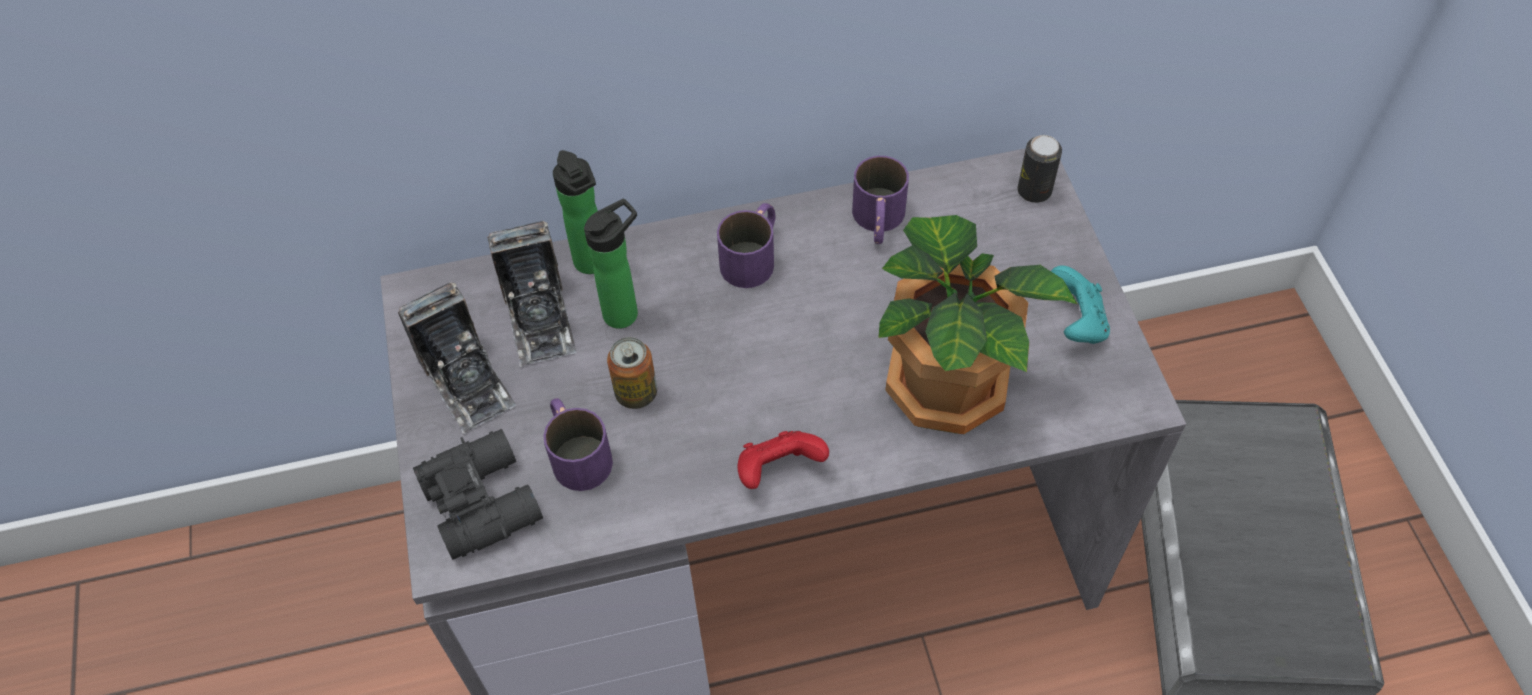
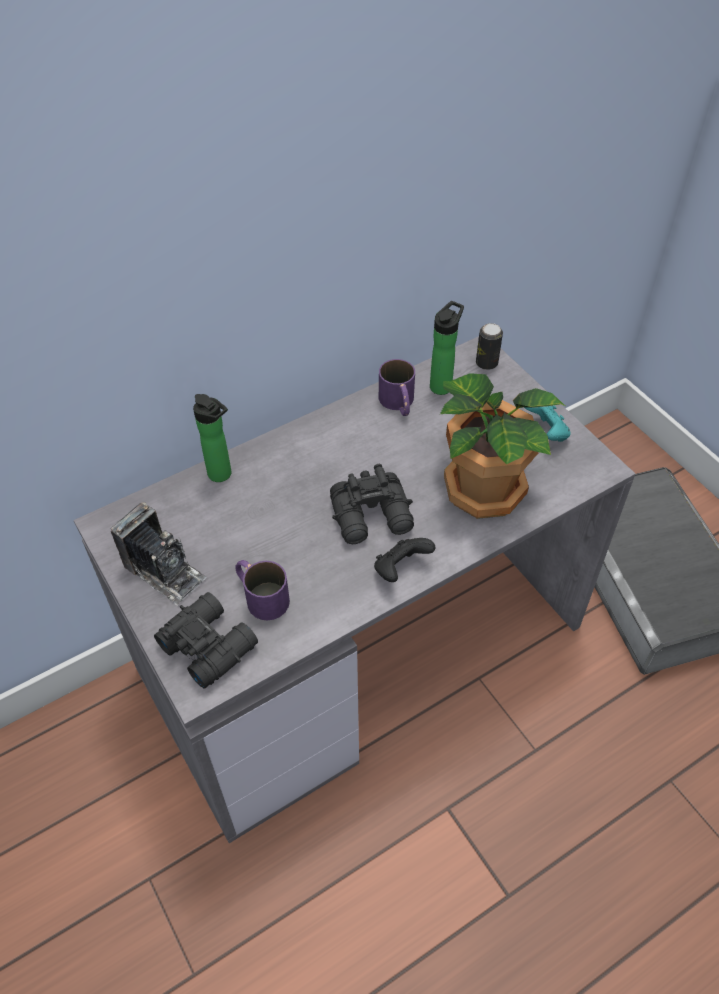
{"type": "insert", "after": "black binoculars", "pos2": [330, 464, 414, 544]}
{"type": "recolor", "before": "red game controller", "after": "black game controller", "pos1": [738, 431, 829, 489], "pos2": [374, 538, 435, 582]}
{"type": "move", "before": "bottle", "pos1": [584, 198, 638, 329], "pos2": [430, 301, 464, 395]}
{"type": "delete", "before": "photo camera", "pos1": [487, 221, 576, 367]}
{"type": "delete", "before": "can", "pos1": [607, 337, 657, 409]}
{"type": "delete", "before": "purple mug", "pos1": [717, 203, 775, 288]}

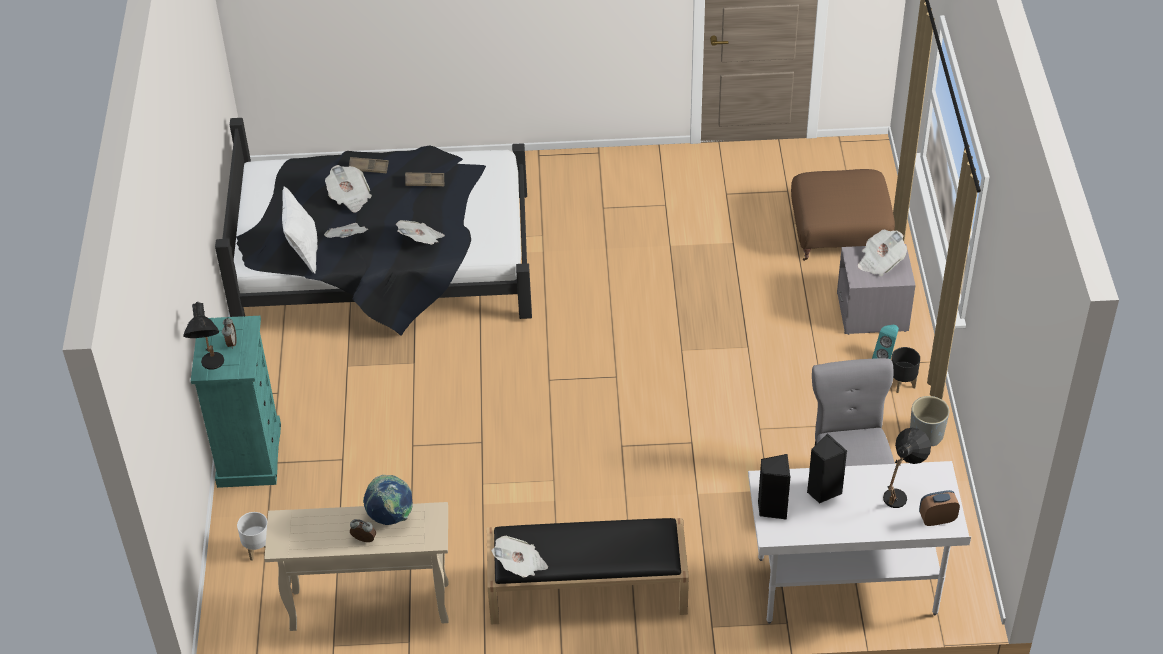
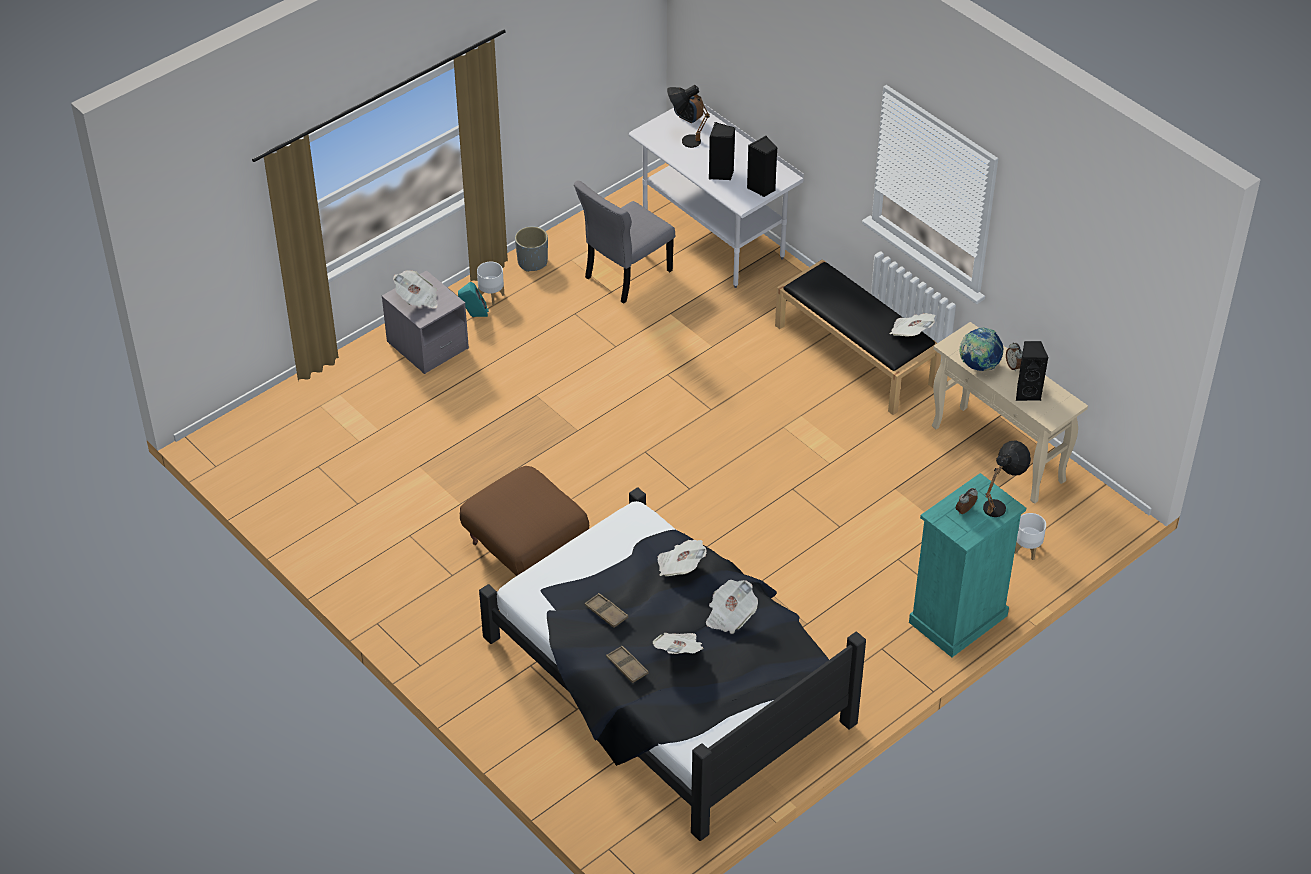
{"type": "move", "before": "brown ottoman", "pos1": [791, 169, 895, 261], "pos2": [460, 466, 589, 576]}
{"type": "recolor", "before": "black planter", "after": "white planter", "pos1": [891, 347, 920, 393], "pos2": [477, 262, 504, 305]}
{"type": "insert", "after": "black speaker", "pos2": [1016, 341, 1048, 401]}
{"type": "delete", "before": "white pillow", "pos1": [282, 186, 318, 273]}

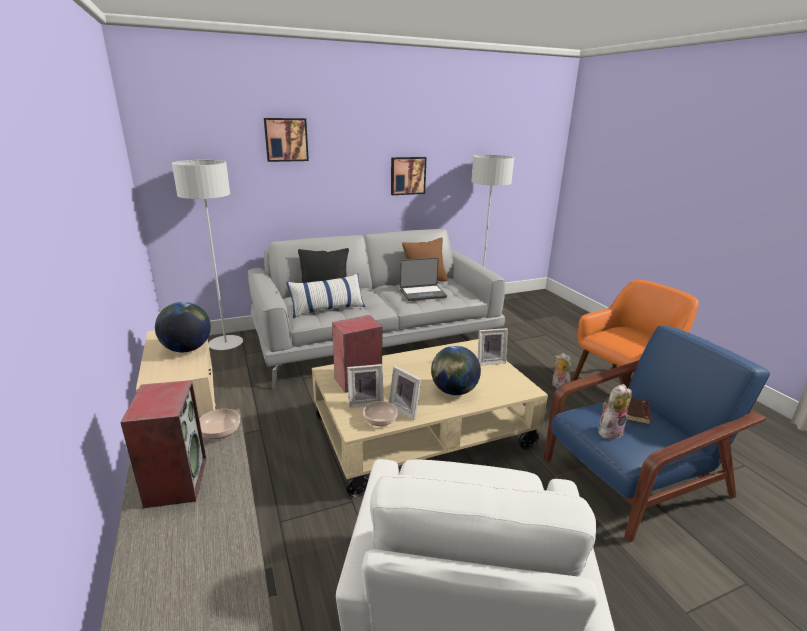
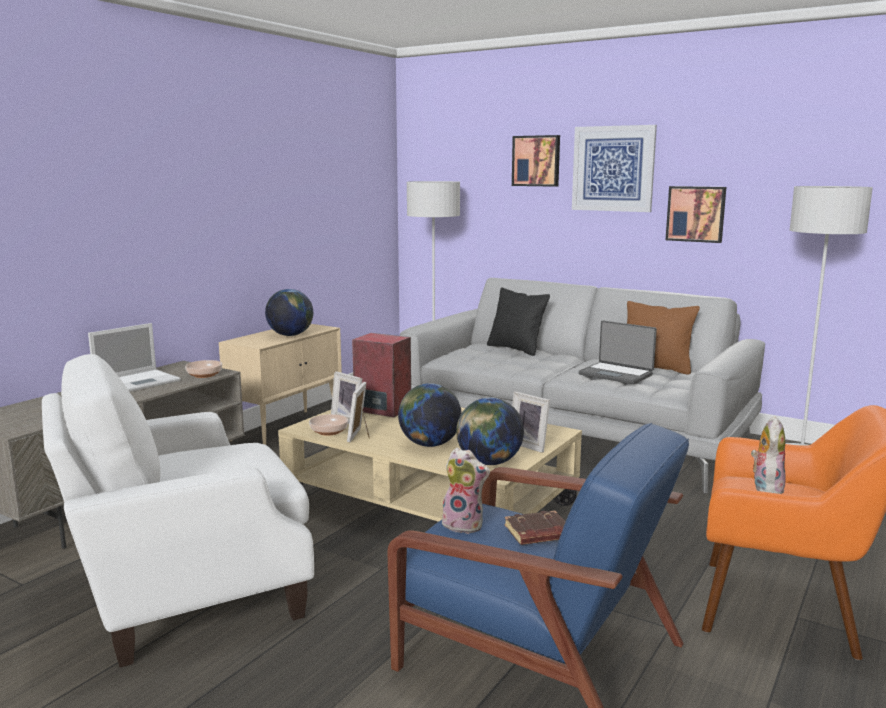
{"type": "replace", "before": "speaker", "after": "laptop", "pos1": [120, 380, 207, 508], "pos2": [88, 323, 181, 392]}
{"type": "insert", "after": "globe", "pos2": [456, 398, 524, 465]}
{"type": "insert", "after": "picture", "pos2": [572, 125, 657, 212]}
{"type": "move", "before": "plush toy", "pos1": [552, 353, 572, 388], "pos2": [751, 416, 786, 494]}
{"type": "delete", "before": "pillow", "pos1": [286, 273, 365, 318]}

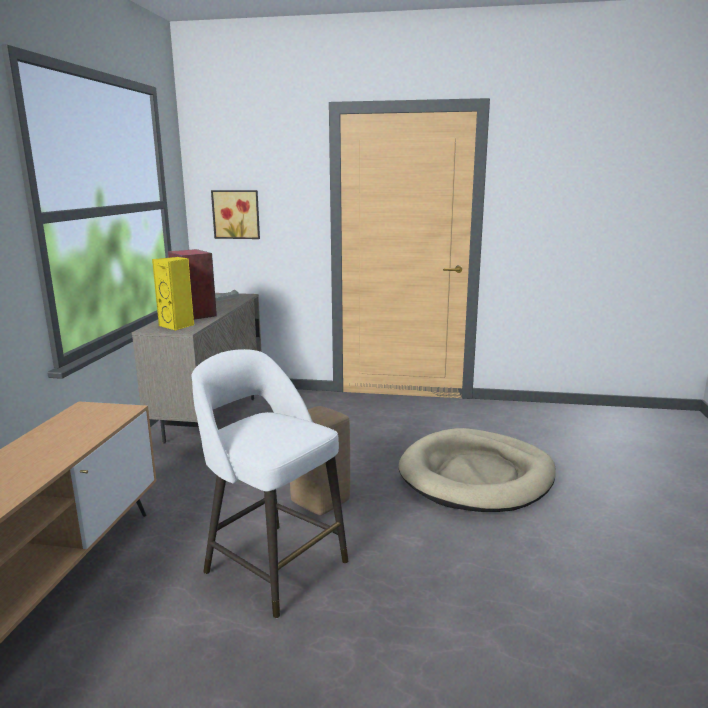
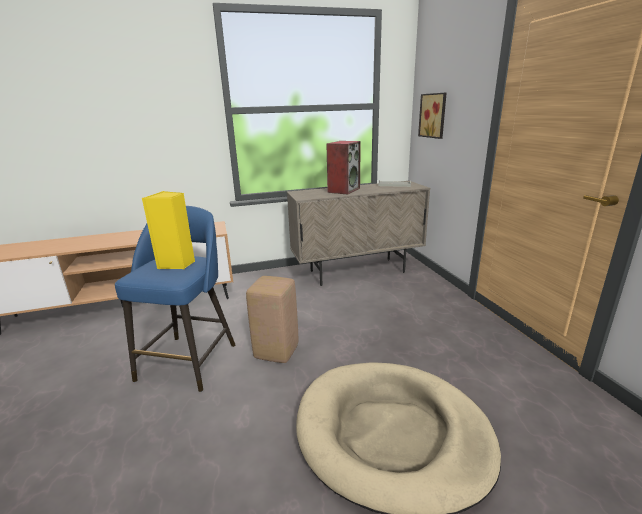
{"type": "recolor", "before": "white stool", "after": "blue stool", "pos1": [192, 349, 348, 618], "pos2": [115, 206, 235, 392]}
{"type": "move", "before": "yellow speaker", "pos1": [152, 257, 194, 331], "pos2": [142, 191, 195, 269]}

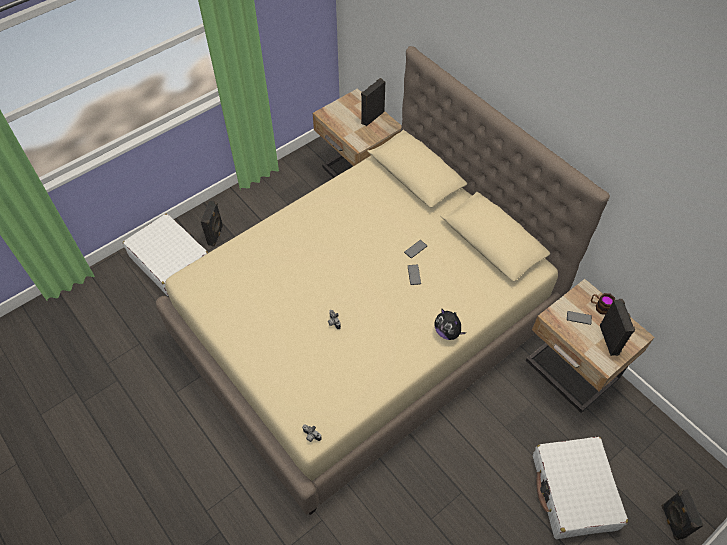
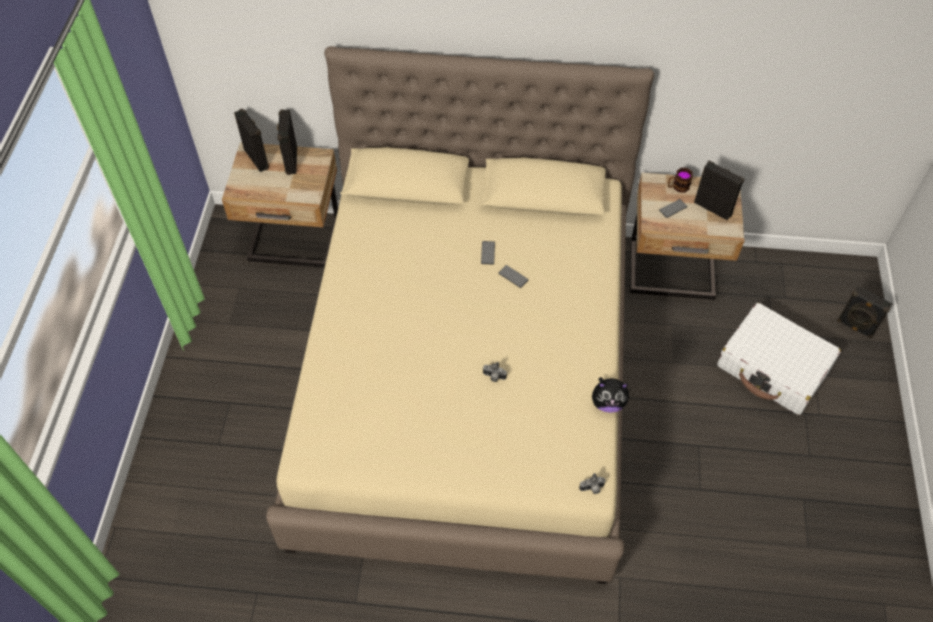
{"type": "move", "before": "black speaker", "pos1": [201, 200, 223, 247], "pos2": [234, 109, 269, 172]}
{"type": "move", "before": "plush toy", "pos1": [434, 308, 466, 340], "pos2": [592, 377, 630, 413]}
{"type": "delete", "before": "white suitcase", "pos1": [123, 214, 208, 296]}

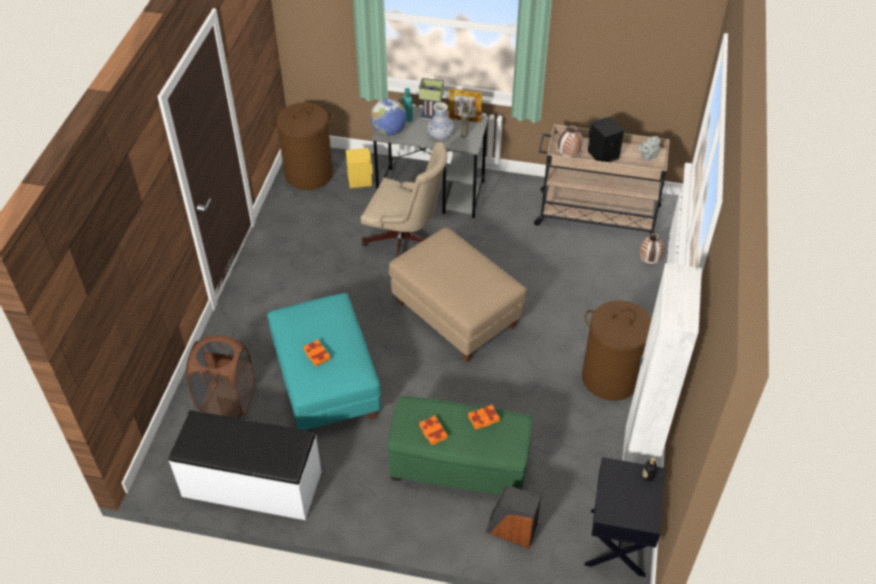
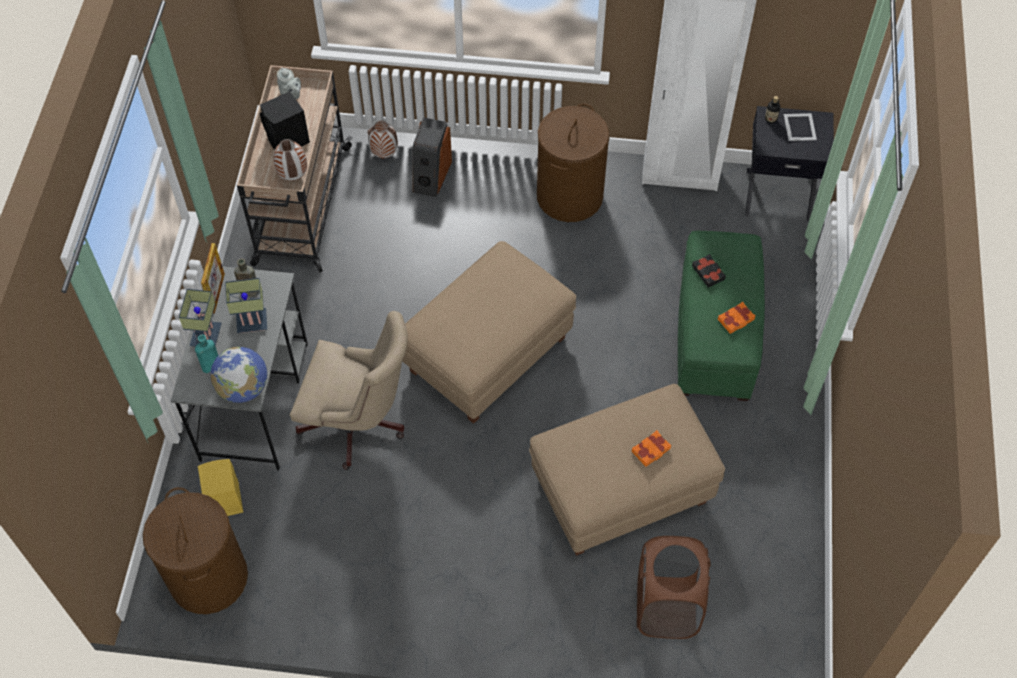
{"type": "replace", "before": "vase", "after": "table lamp", "pos1": [427, 102, 454, 140], "pos2": [225, 278, 267, 333]}
{"type": "rotate", "before": "beige office chair", "pos1": [361, 142, 447, 258], "pos2": [290, 311, 408, 470], "turn": 90}
{"type": "move", "before": "speaker", "pos1": [486, 486, 541, 549], "pos2": [413, 117, 452, 197]}
{"type": "recolor", "before": "turquoise ottoman", "after": "beige ottoman", "pos1": [267, 293, 381, 432], "pos2": [529, 384, 725, 556]}
{"type": "recolor", "before": "orange book", "after": "black book", "pos1": [468, 405, 500, 430], "pos2": [692, 254, 726, 287]}
{"type": "insert", "after": "picture frame", "pos2": [784, 113, 817, 141]}
{"type": "delete", "before": "white bench", "pos1": [169, 410, 322, 520]}

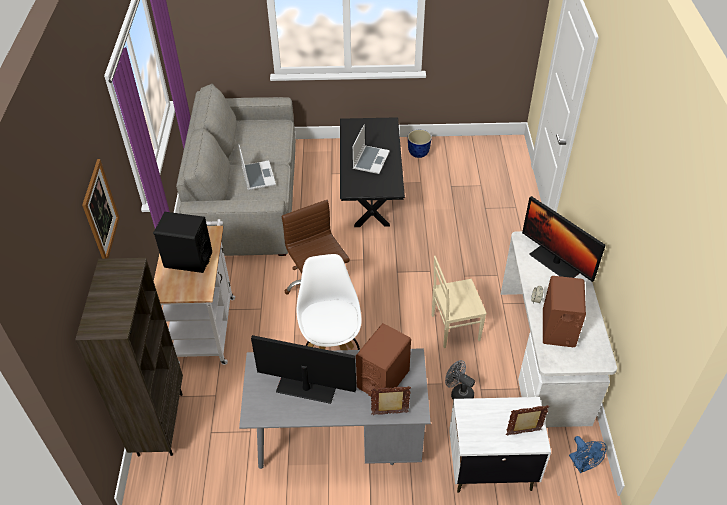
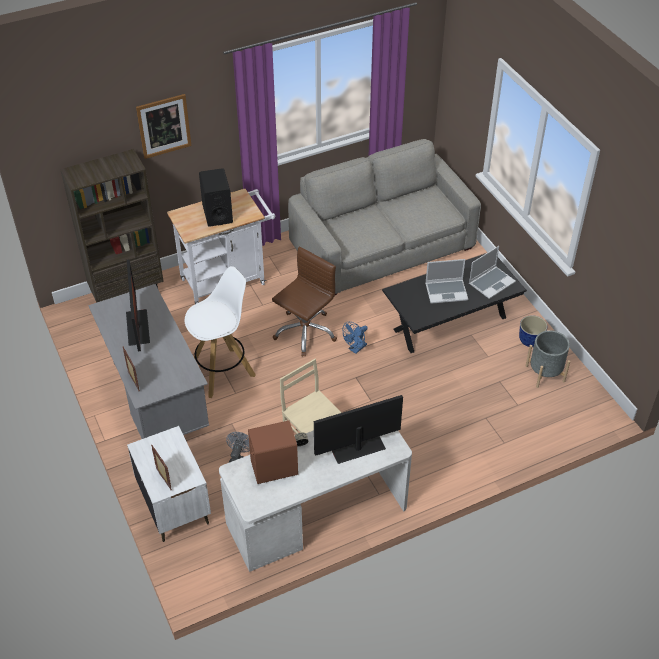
{"type": "rotate", "before": "monitor", "pos1": [522, 196, 606, 282], "pos2": [314, 395, 403, 464], "turn": 45}
{"type": "move", "before": "blue fan", "pos1": [569, 436, 607, 473], "pos2": [343, 322, 368, 354]}
{"type": "move", "before": "laptop", "pos1": [238, 144, 276, 190], "pos2": [469, 246, 516, 299]}
{"type": "insert", "after": "grey planter", "pos2": [526, 330, 570, 388]}
{"type": "delete", "before": "brown speaker", "pos1": [356, 323, 411, 396]}

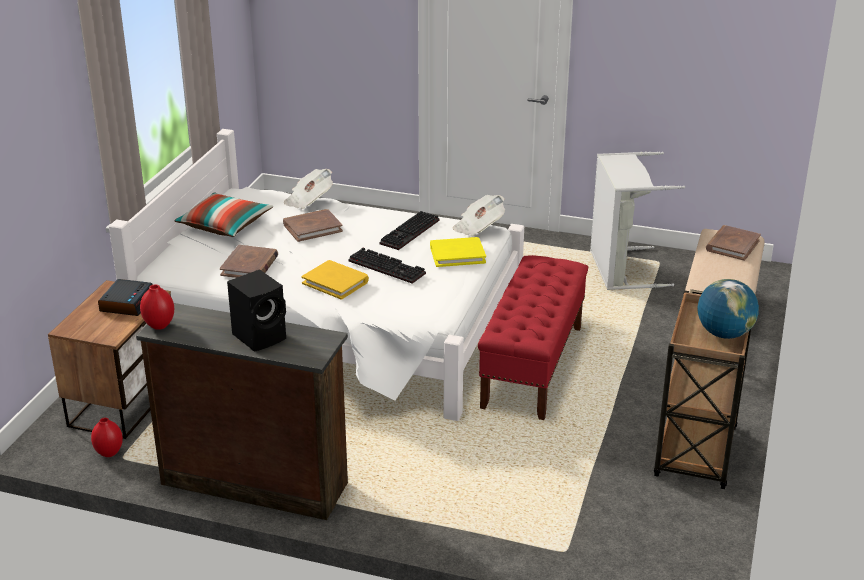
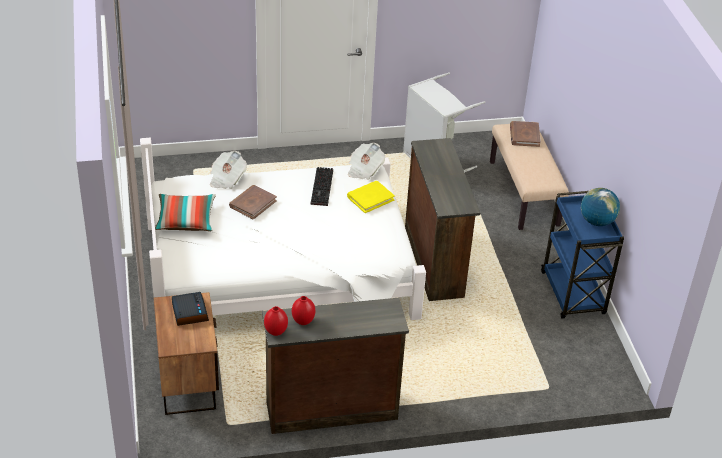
{"type": "move", "before": "red vase", "pos1": [91, 418, 123, 457], "pos2": [292, 296, 316, 325]}
{"type": "replace", "before": "red bench", "after": "brown dresser", "pos1": [478, 255, 588, 420], "pos2": [405, 138, 480, 301]}
{"type": "recolor", "before": "brown cart", "after": "blue cart", "pos1": [654, 289, 751, 489], "pos2": [541, 191, 624, 319]}
{"type": "delete", "before": "brown book", "pos1": [220, 245, 278, 278]}
{"type": "delete", "before": "black speaker", "pos1": [227, 269, 286, 352]}
{"type": "delete", "before": "yellow book", "pos1": [301, 260, 369, 300]}
{"type": "delete", "before": "keyboard", "pos1": [348, 248, 426, 284]}

